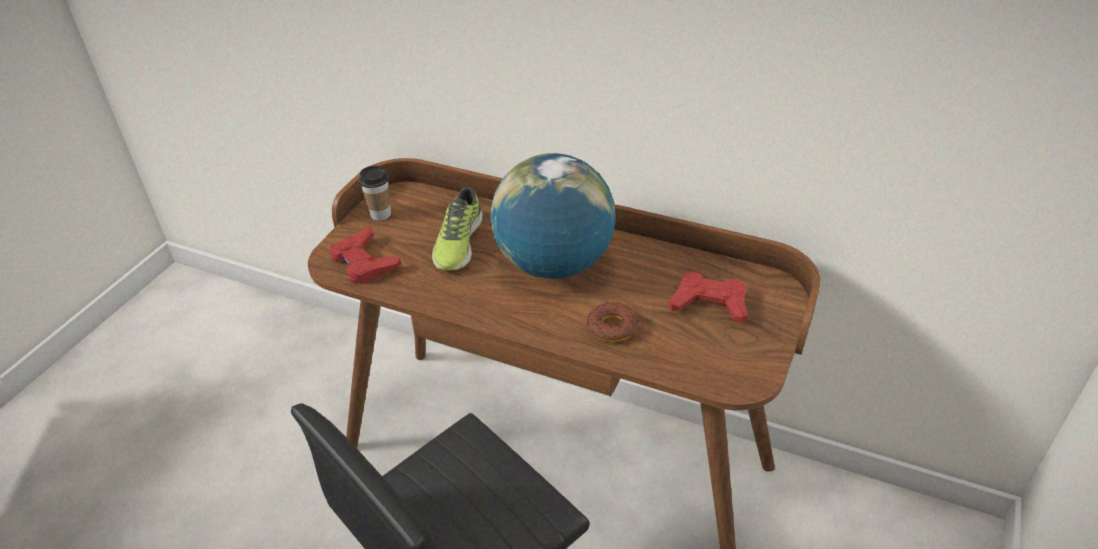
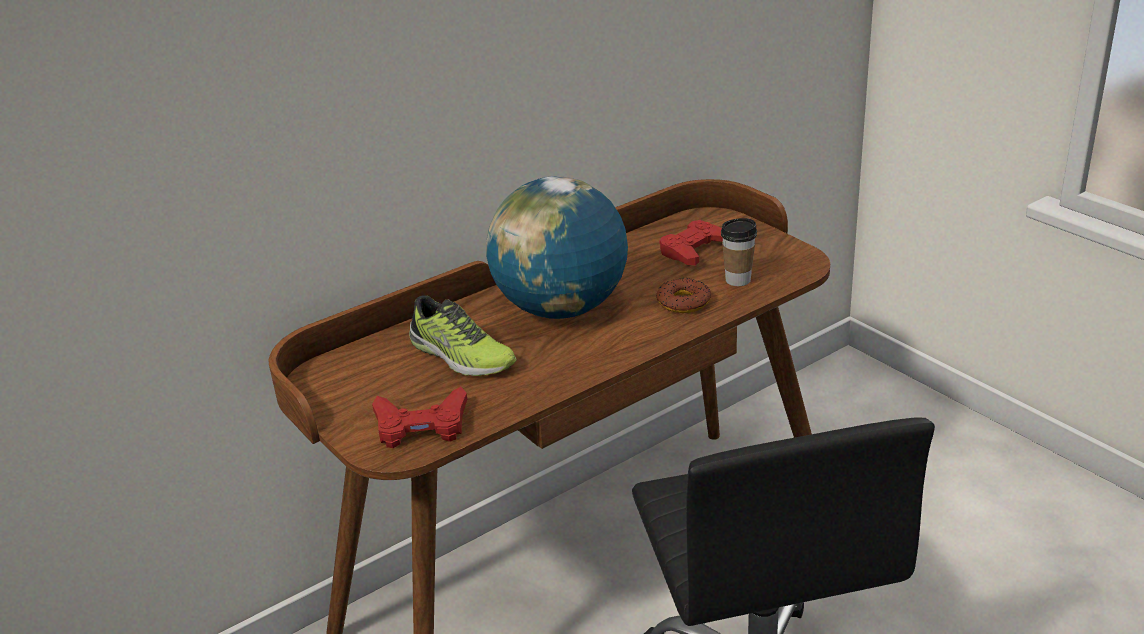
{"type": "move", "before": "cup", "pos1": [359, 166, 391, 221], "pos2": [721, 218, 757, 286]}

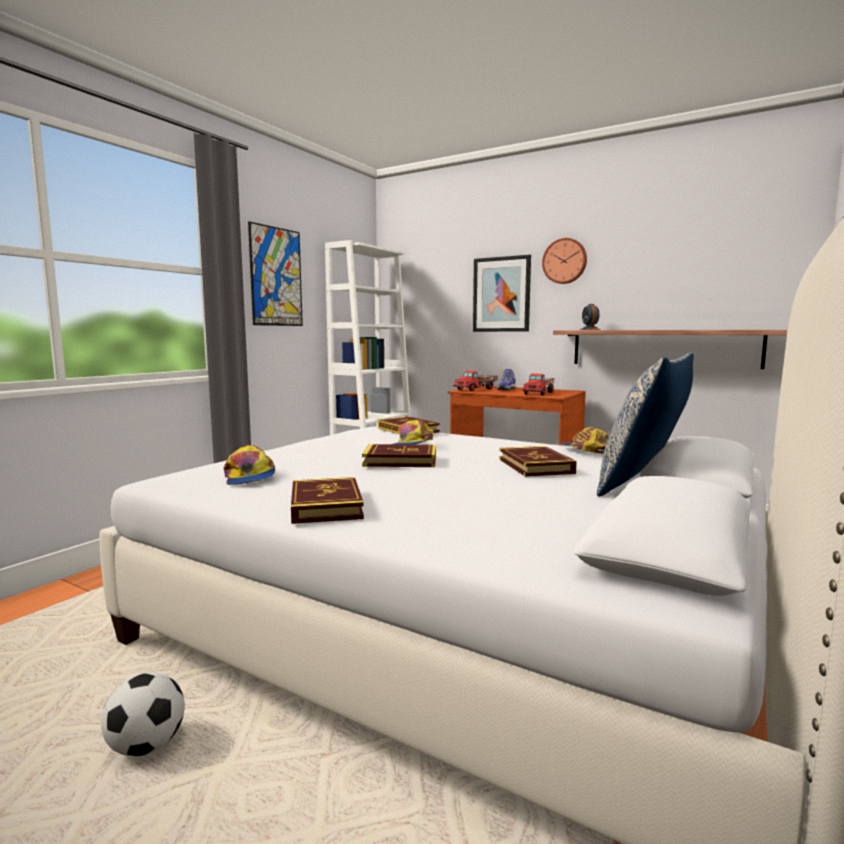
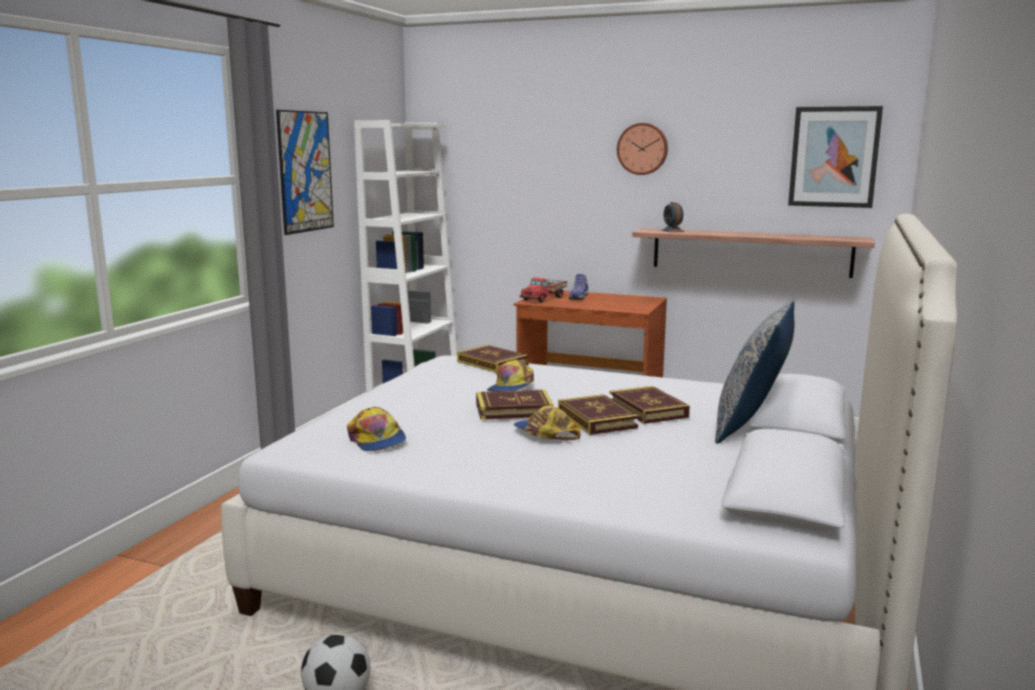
{"type": "move", "before": "cap", "pos1": [560, 427, 609, 454], "pos2": [514, 406, 580, 440]}
{"type": "move", "before": "book", "pos1": [291, 477, 364, 524], "pos2": [558, 394, 639, 435]}
{"type": "move", "before": "picture", "pos1": [473, 255, 531, 332], "pos2": [788, 106, 883, 208]}
{"type": "delete", "before": "toy truck", "pos1": [522, 373, 554, 395]}

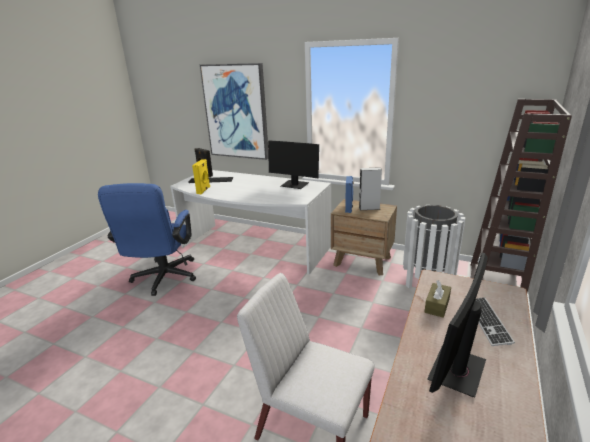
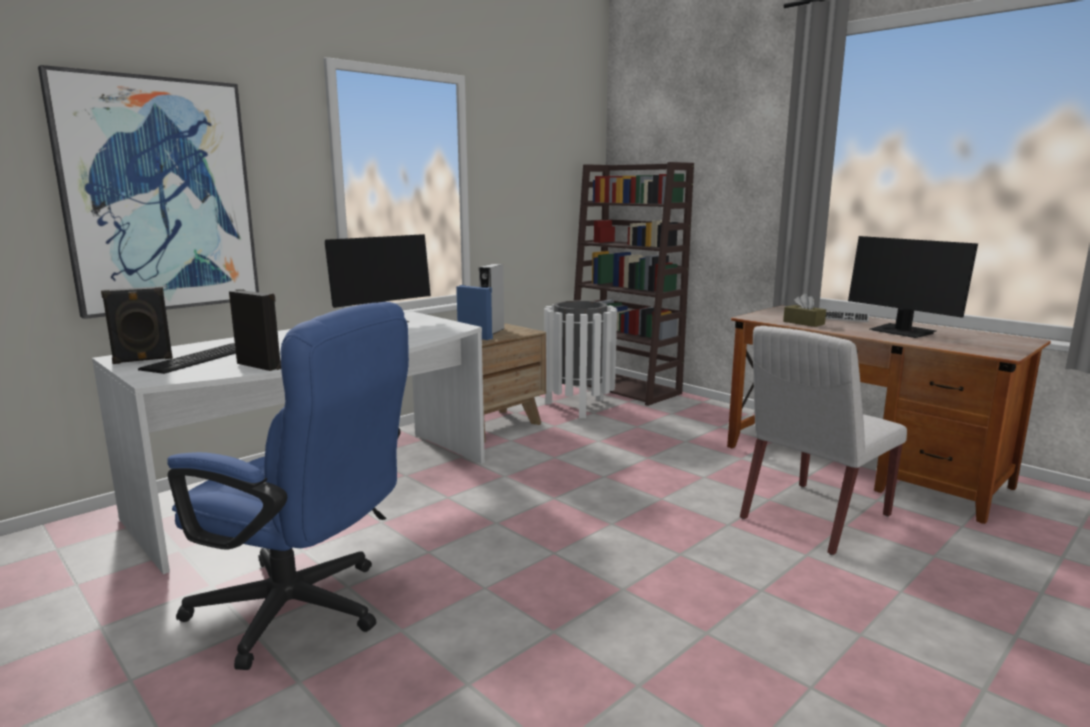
{"type": "recolor", "before": "yellow speaker", "after": "black speaker", "pos1": [192, 159, 210, 194], "pos2": [229, 289, 281, 371]}

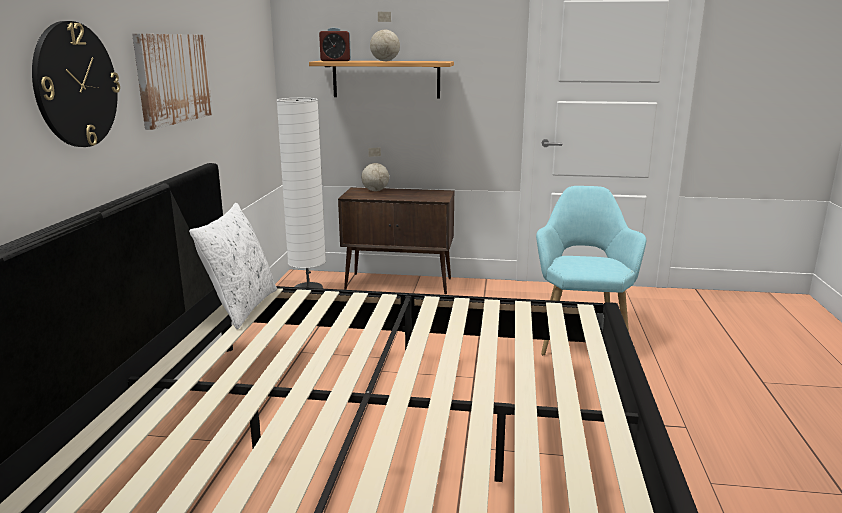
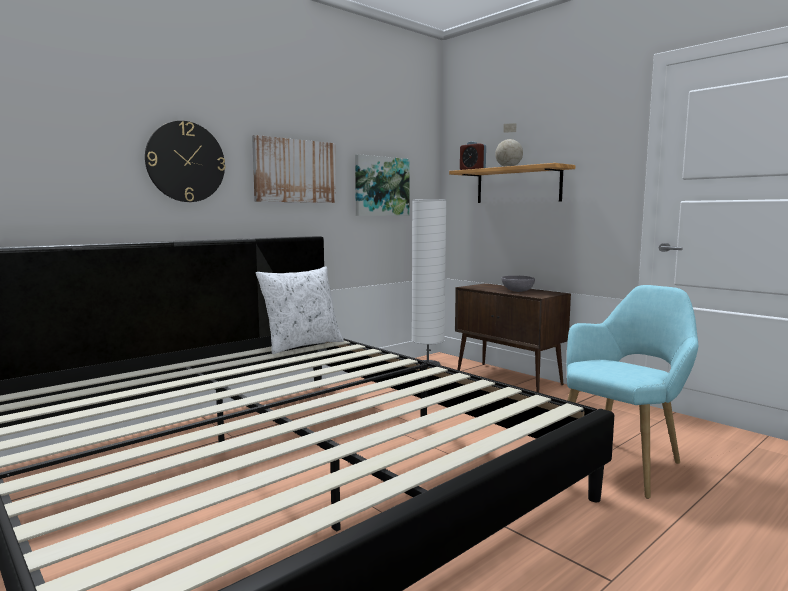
{"type": "insert", "after": "picture", "pos2": [355, 154, 410, 216]}
{"type": "insert", "after": "grey bowl", "pos2": [501, 276, 535, 292]}
{"type": "delete", "before": "globe", "pos1": [361, 147, 389, 191]}

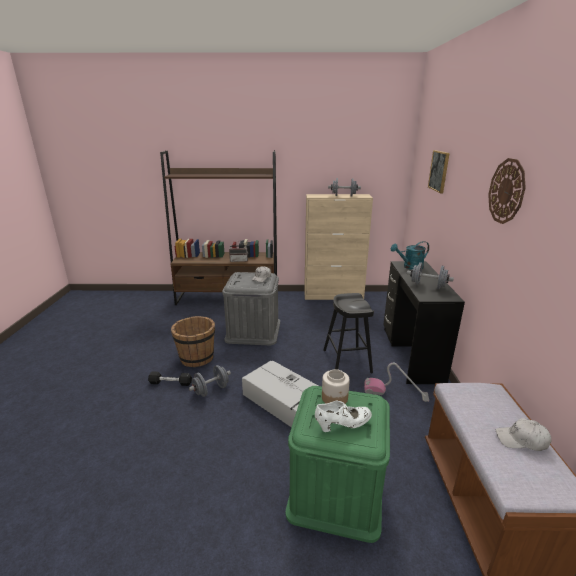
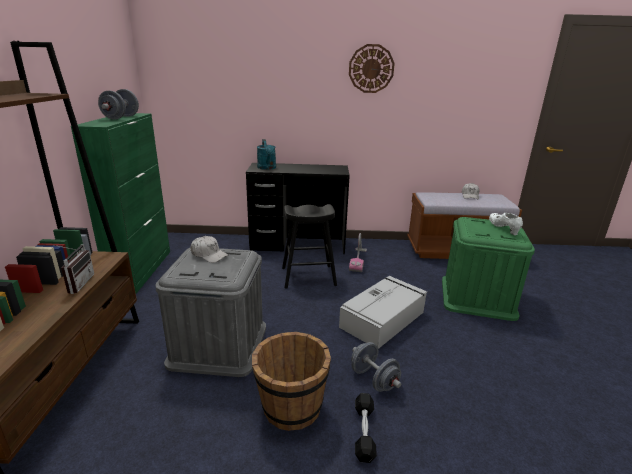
{"type": "recolor", "before": "beige cabinet", "after": "green cabinet", "pos1": [304, 194, 373, 300], "pos2": [71, 113, 170, 294]}
{"type": "delete", "before": "jar", "pos1": [322, 369, 350, 404]}
{"type": "delete", "before": "grey dumbbell", "pos1": [407, 262, 454, 290]}
{"type": "delete", "before": "picture", "pos1": [428, 150, 450, 193]}

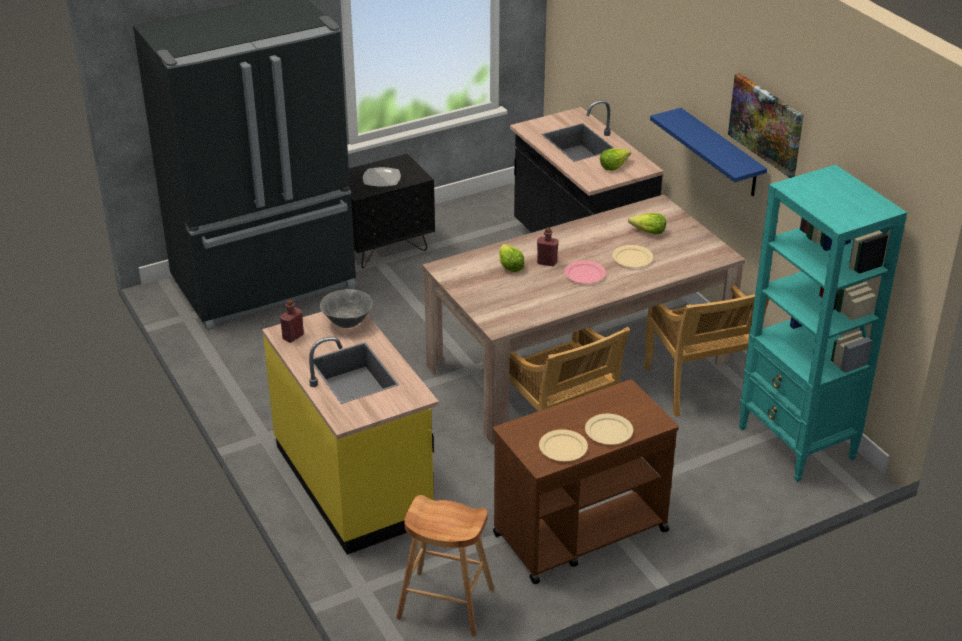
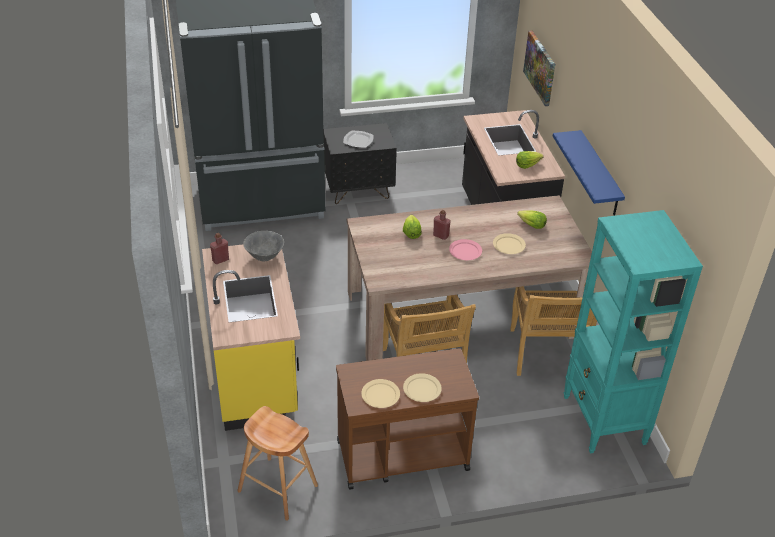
{"type": "move", "before": "picture", "pos1": [728, 73, 804, 178], "pos2": [523, 30, 555, 106]}

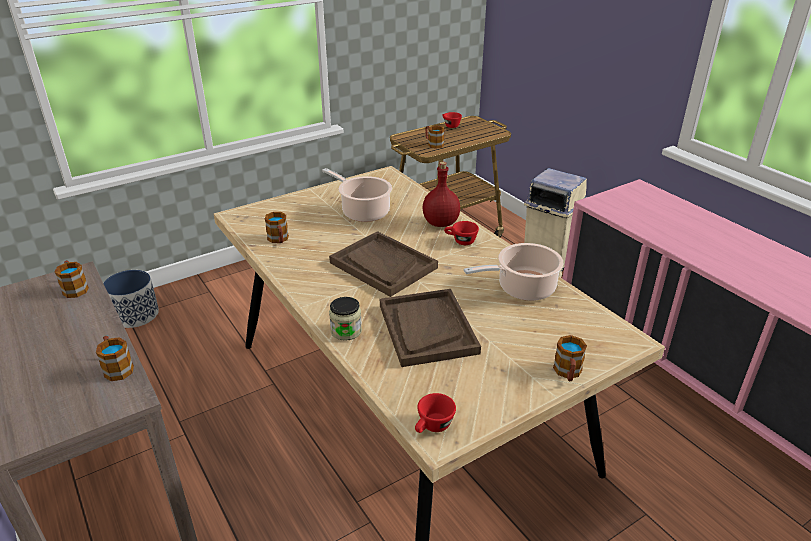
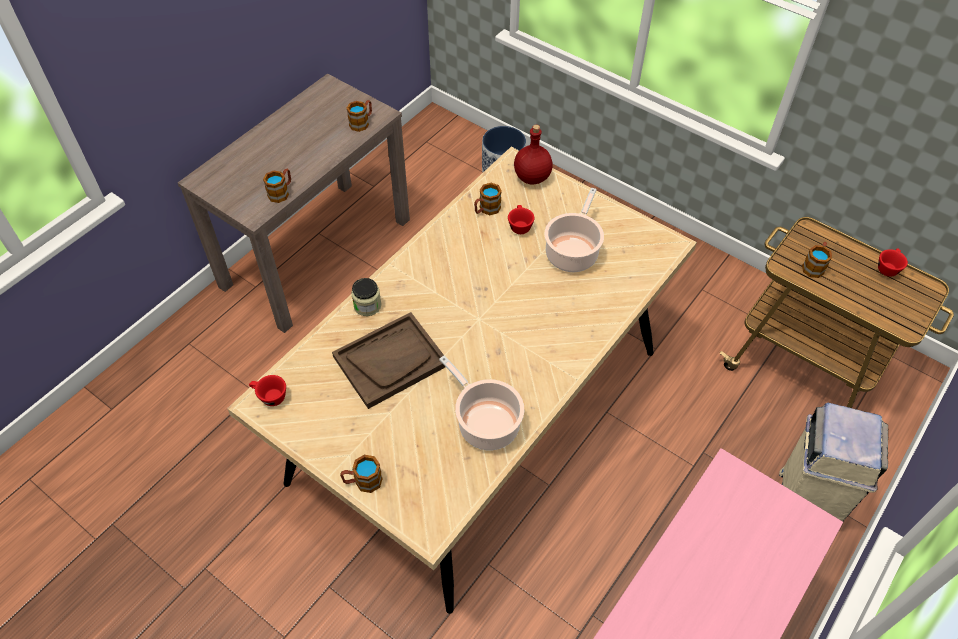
{"type": "move", "before": "red cup", "pos1": [444, 221, 479, 245], "pos2": [508, 205, 534, 234]}
{"type": "move", "before": "red bottle", "pos1": [423, 162, 460, 227], "pos2": [514, 125, 553, 185]}
{"type": "delete", "before": "brown tray", "pos1": [329, 231, 438, 297]}

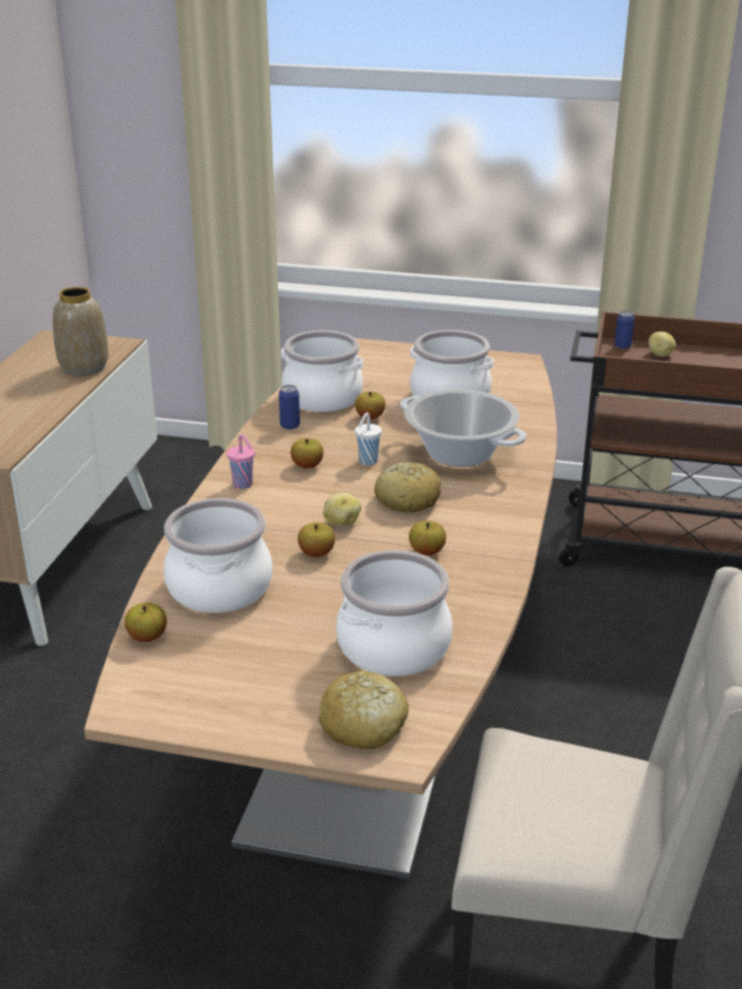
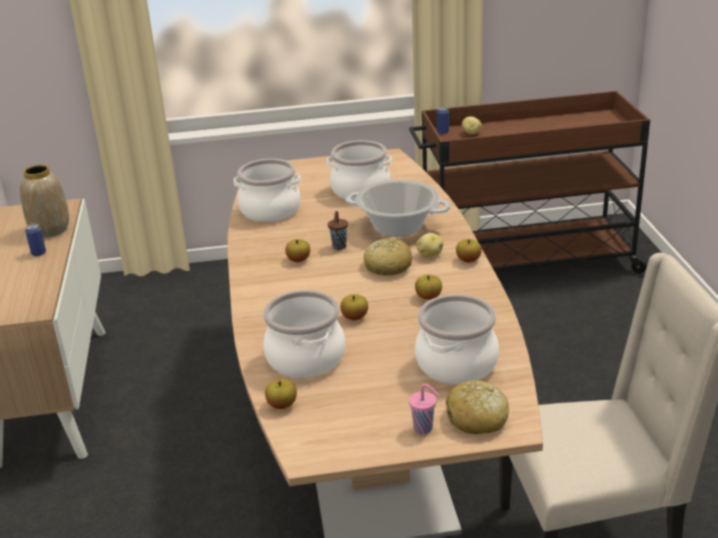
{"type": "move", "before": "can", "pos1": [279, 385, 300, 430], "pos2": [25, 224, 46, 256]}
{"type": "recolor", "before": "white cup", "after": "brown cup", "pos1": [355, 413, 382, 465], "pos2": [328, 211, 348, 250]}
{"type": "move", "before": "pink cup", "pos1": [227, 434, 255, 489], "pos2": [409, 384, 439, 434]}
{"type": "move", "before": "potato", "pos1": [323, 493, 361, 526], "pos2": [416, 233, 443, 257]}
{"type": "move", "before": "apple", "pos1": [355, 392, 385, 419], "pos2": [456, 239, 482, 262]}

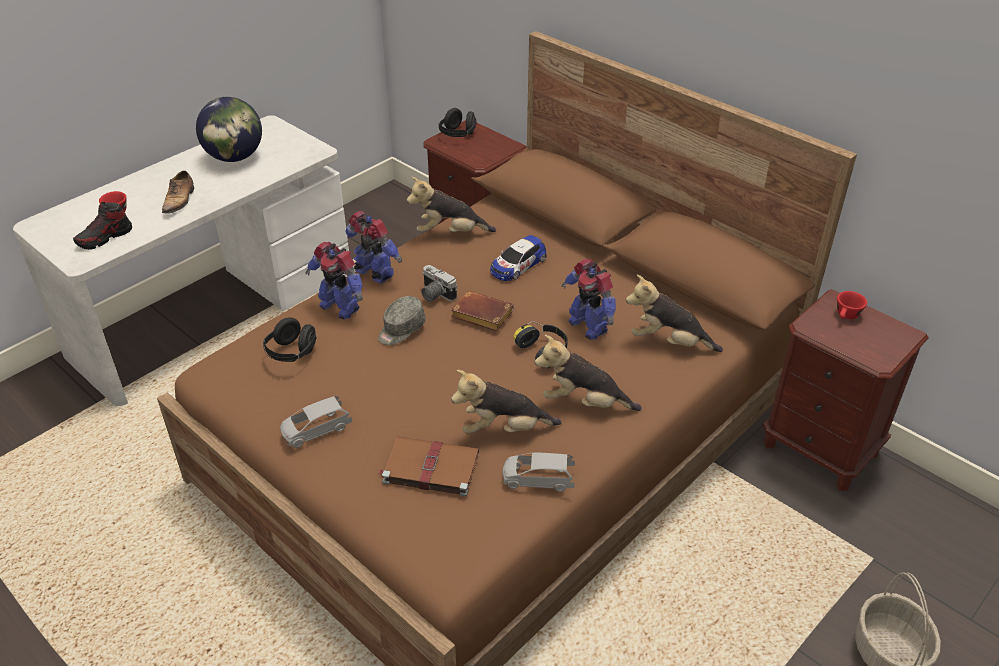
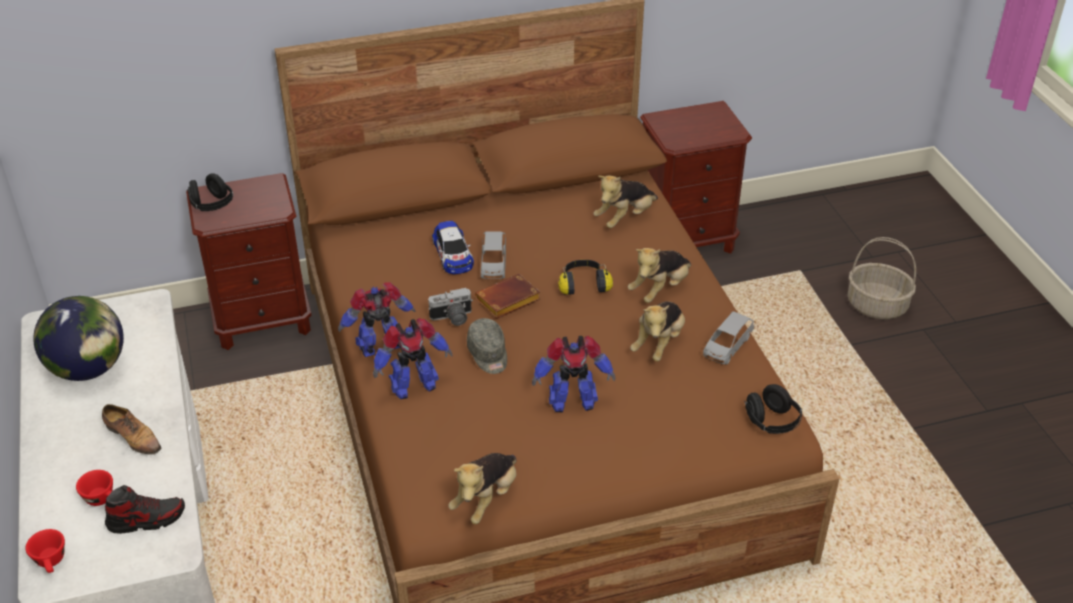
{"type": "move", "before": "red cup", "pos1": [837, 291, 867, 319], "pos2": [25, 529, 65, 573]}
{"type": "rotate", "before": "shoe", "pos1": [73, 202, 132, 250], "pos2": [105, 485, 185, 534], "turn": -90}
{"type": "move", "before": "plush toy", "pos1": [407, 177, 496, 232], "pos2": [448, 453, 517, 524]}
{"type": "move", "before": "grey toy car", "pos1": [280, 396, 352, 448], "pos2": [481, 231, 506, 279]}
{"type": "move", "before": "toy robot", "pos1": [562, 259, 616, 340], "pos2": [532, 336, 615, 413]}
{"type": "move", "before": "black headphones", "pos1": [263, 318, 317, 362], "pos2": [744, 384, 802, 434]}
{"type": "delete", "before": "brown book", "pos1": [378, 436, 479, 496]}

